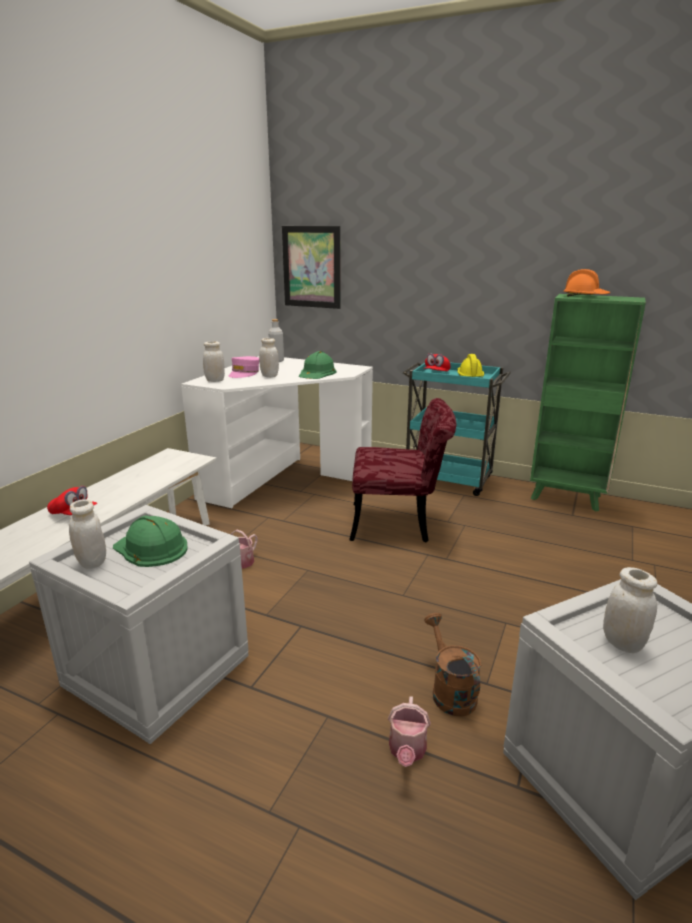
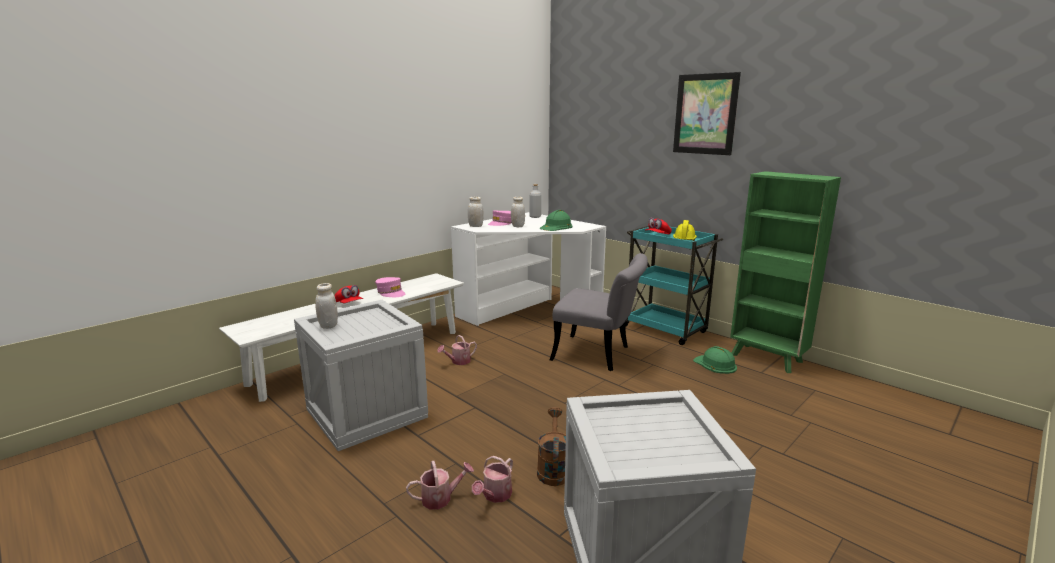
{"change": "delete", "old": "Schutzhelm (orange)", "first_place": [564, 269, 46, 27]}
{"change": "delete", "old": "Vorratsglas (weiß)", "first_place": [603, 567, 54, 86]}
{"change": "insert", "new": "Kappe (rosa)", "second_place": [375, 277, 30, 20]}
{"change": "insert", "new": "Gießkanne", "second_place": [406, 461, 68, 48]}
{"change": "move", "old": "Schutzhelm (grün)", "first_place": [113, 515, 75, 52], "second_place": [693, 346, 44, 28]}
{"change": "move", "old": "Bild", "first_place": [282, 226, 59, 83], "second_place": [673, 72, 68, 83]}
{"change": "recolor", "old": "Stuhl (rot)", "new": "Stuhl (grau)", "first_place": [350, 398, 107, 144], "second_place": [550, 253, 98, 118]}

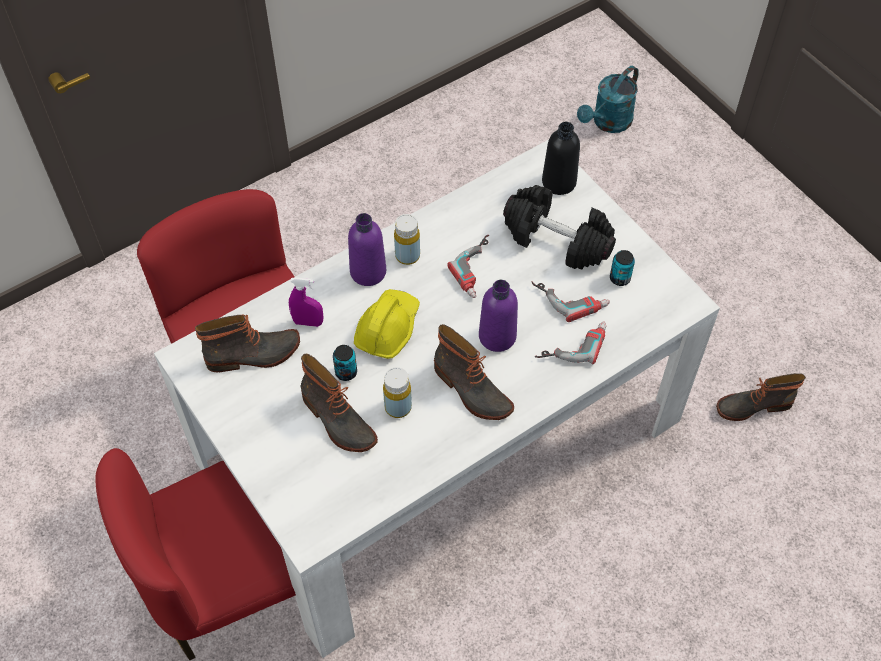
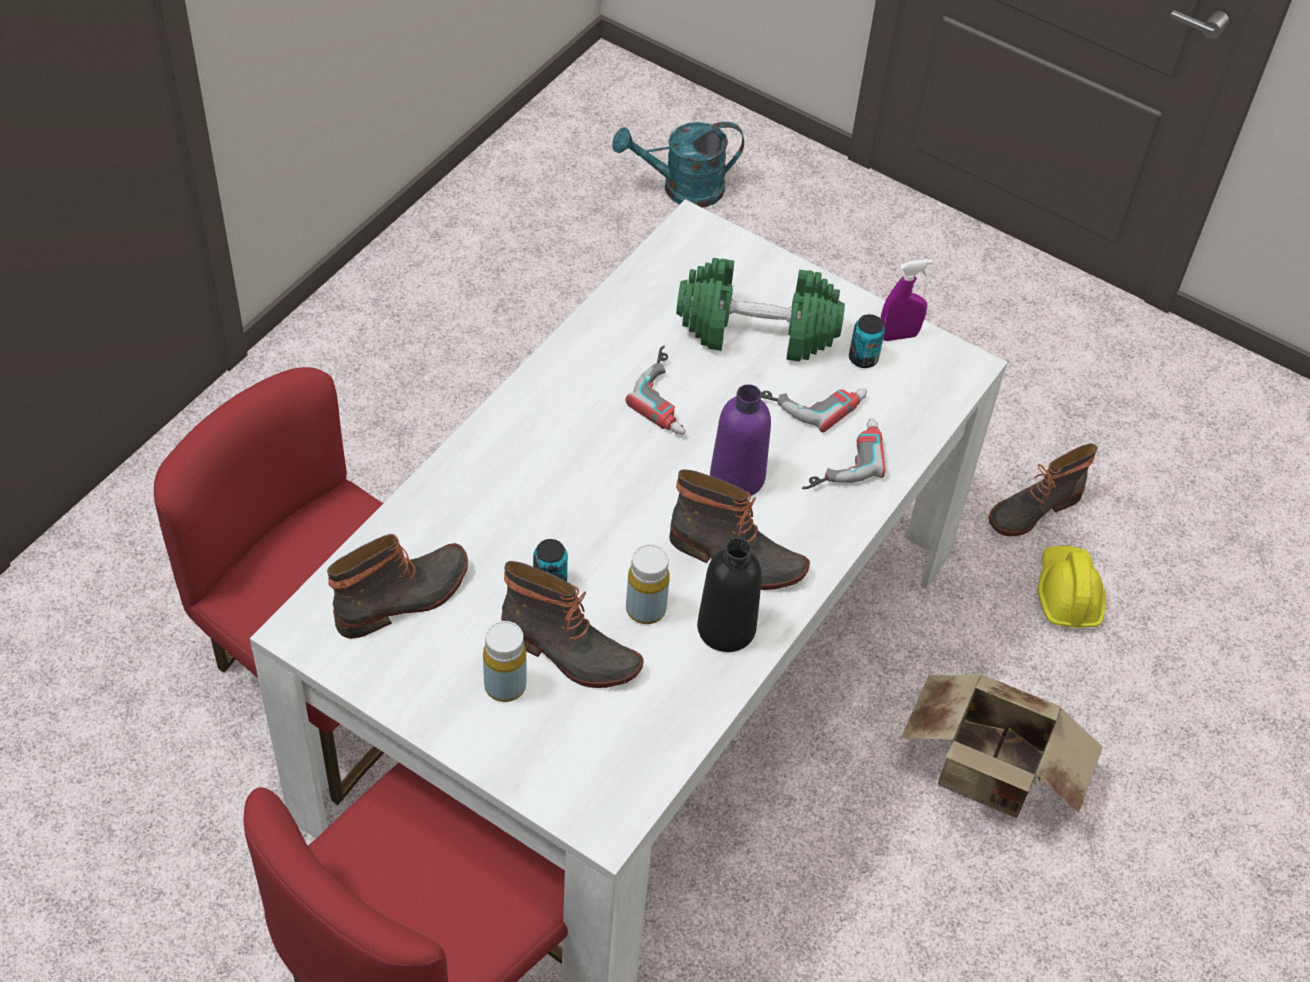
{"change": "delete", "old": "Flasche (lila)", "first_place": [348, 213, 38, 73]}
{"change": "insert", "new": "Karton", "second_place": [900, 675, 203, 143]}
{"change": "move", "old": "Sprühflasche (lila)", "first_place": [289, 277, 34, 50], "second_place": [880, 259, 53, 82]}
{"change": "move", "old": "Schutzhelm (gelb)", "first_place": [354, 289, 66, 70], "second_place": [1038, 546, 68, 82]}
{"change": "move", "old": "Flasche (gelb)", "first_place": [394, 214, 26, 51], "second_place": [483, 621, 43, 81]}
{"change": "move", "old": "Flasche (schwarz)", "first_place": [542, 122, 38, 73], "second_place": [697, 538, 65, 114]}
{"change": "recolor", "old": "Hantel (schwarz)", "new": "Hantel (grün)", "first_place": [503, 185, 113, 84], "second_place": [676, 258, 169, 104]}
{"change": "rotate", "old": "Gießkanne (türkis)", "first_place": [577, 66, 62, 67], "second_place": [612, 122, 132, 86], "degrees": 60}

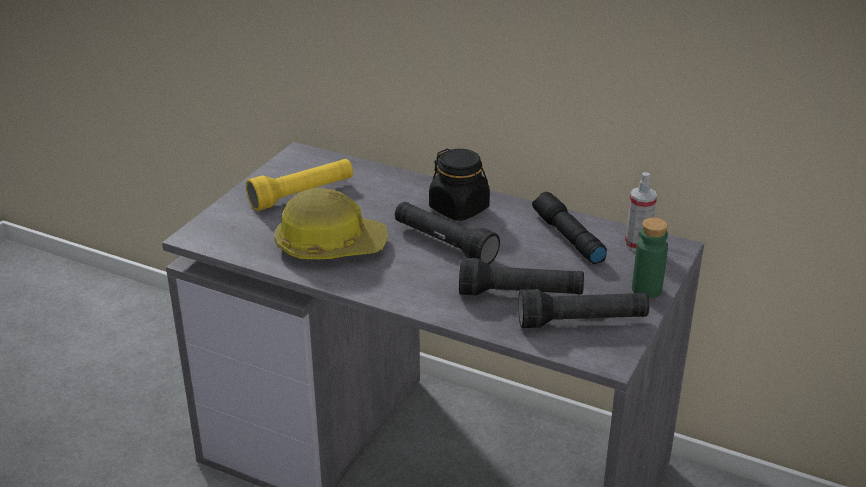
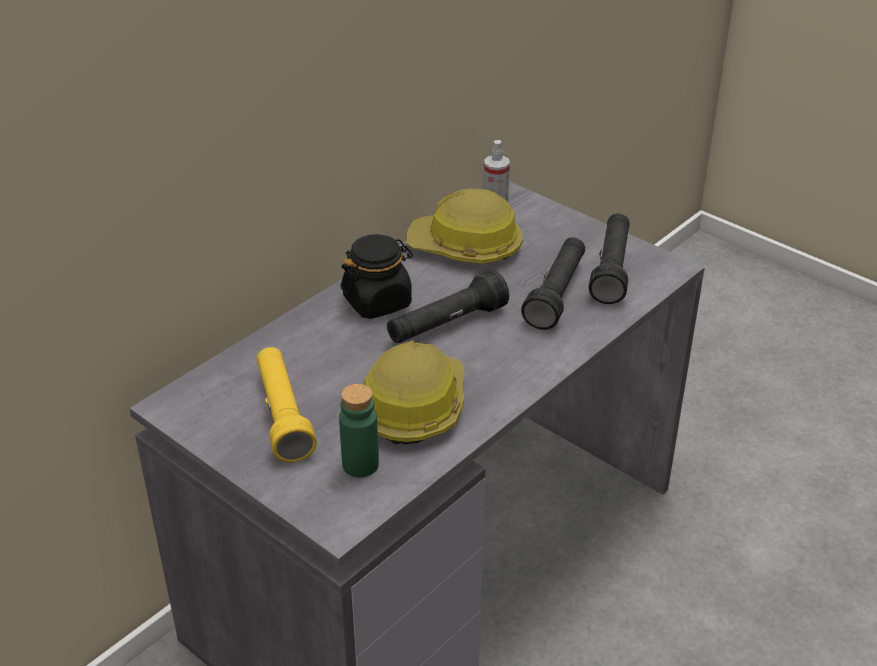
{"change": "move", "old": "Flasche (grün)", "first_place": [632, 217, 36, 81], "second_place": [339, 384, 40, 93]}
{"change": "replace", "old": "Taschenlampe (schwarz)", "new": "Schutzhelm", "first_place": [532, 192, 75, 72], "second_place": [407, 189, 116, 75]}

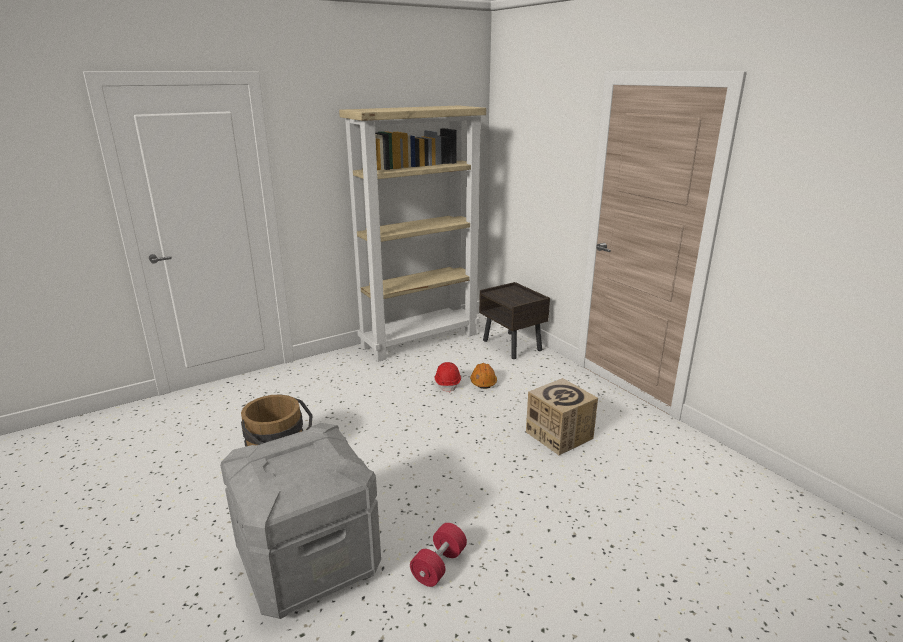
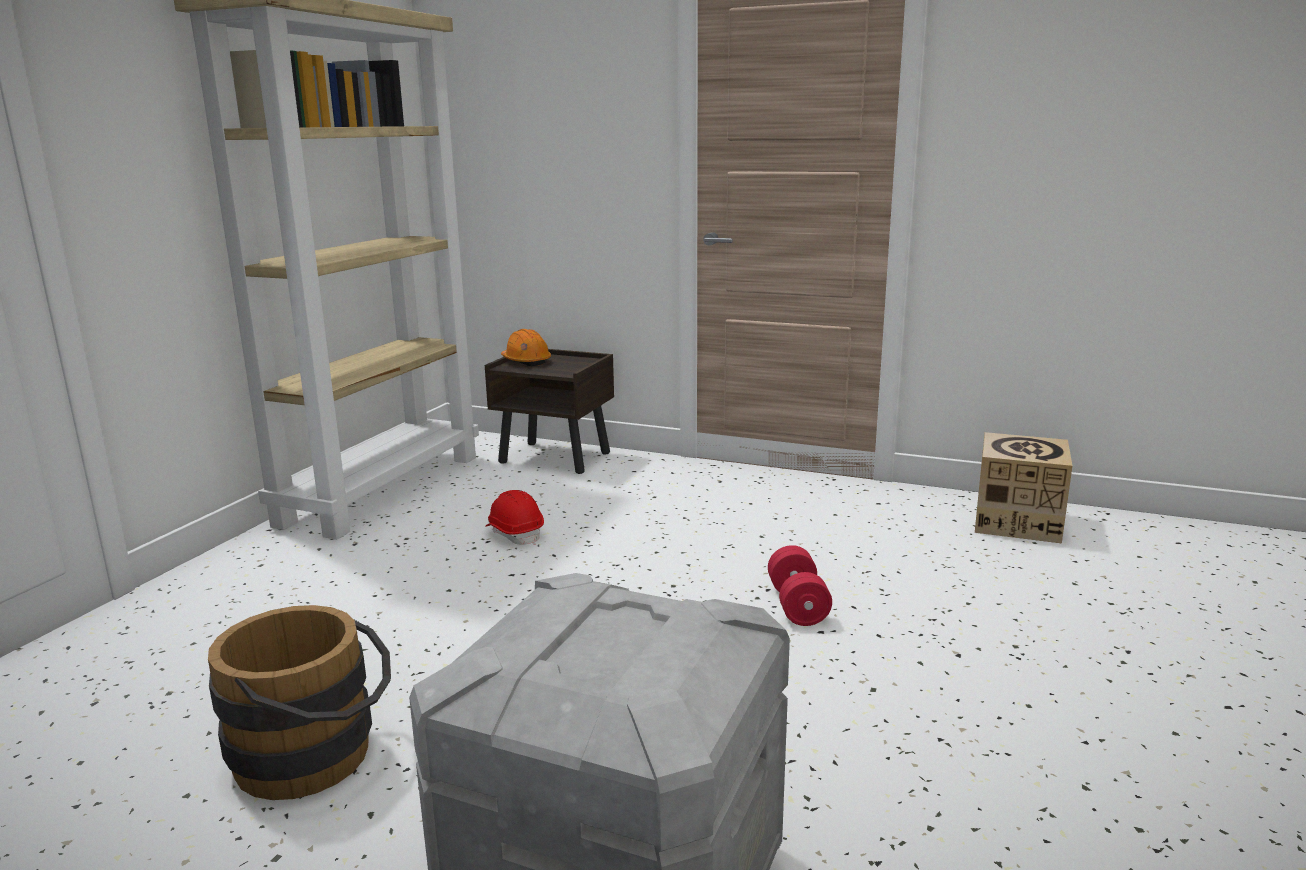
{"change": "move", "old": "Hantel (rot)", "first_place": [410, 523, 57, 64], "second_place": [768, 545, 64, 81]}
{"change": "move", "old": "Schutzhelm (orange)", "first_place": [470, 363, 27, 26], "second_place": [501, 329, 50, 37]}
{"change": "move", "old": "Karton", "first_place": [526, 378, 72, 77], "second_place": [975, 432, 97, 111]}

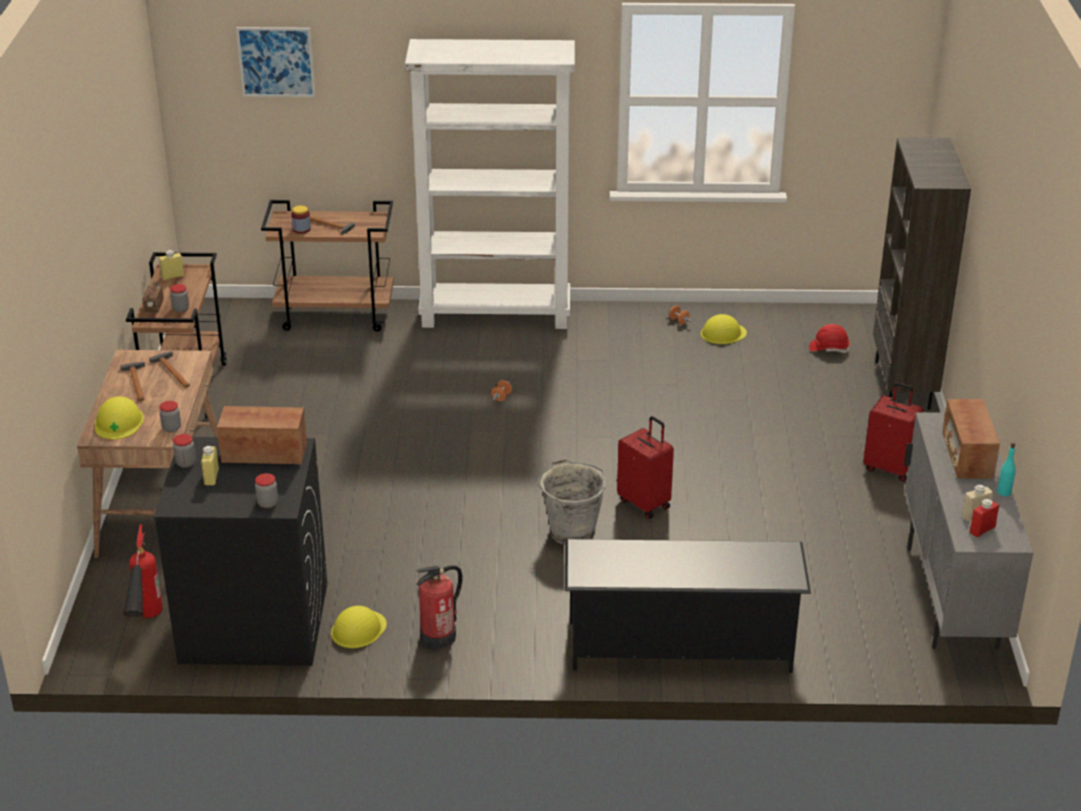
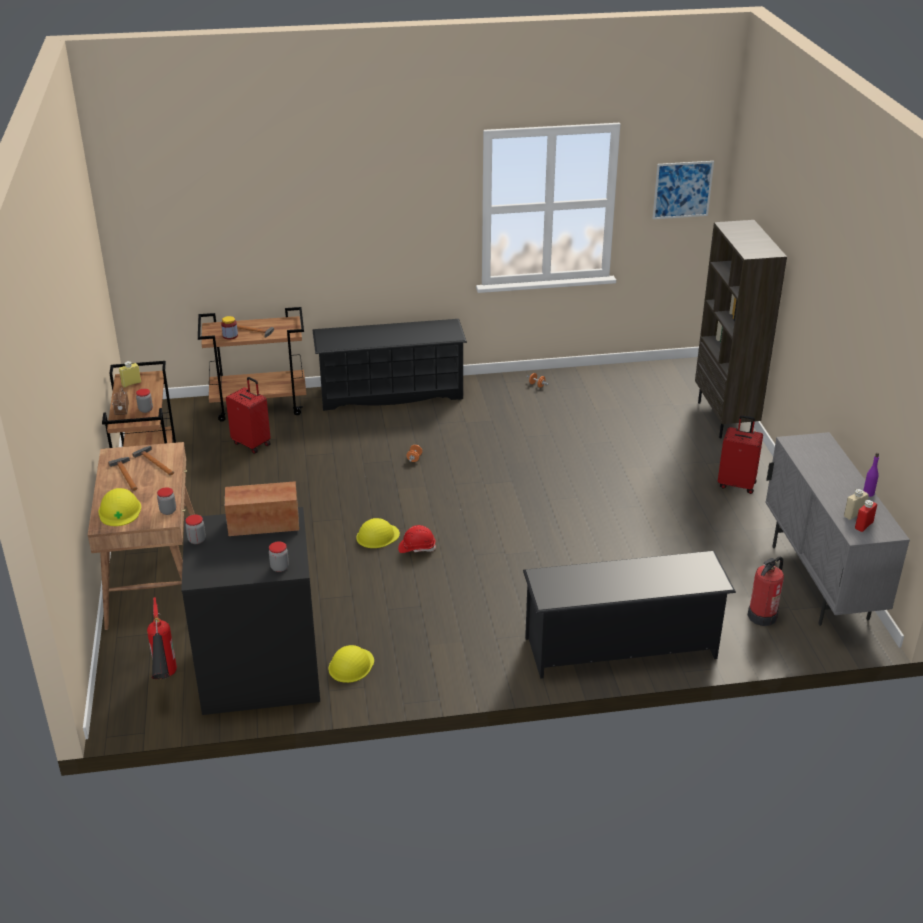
{"change": "delete", "old": "Flasche (gelb)", "first_place": [201, 446, 18, 39]}
{"change": "delete", "old": "Eimer (grau)", "first_place": [537, 459, 69, 86]}
{"change": "delete", "old": "Radio", "first_place": [942, 399, 58, 80]}
{"change": "move", "old": "Bild", "first_place": [236, 27, 79, 70], "second_place": [653, 161, 61, 58]}
{"change": "move", "old": "Feuerlöscher", "first_place": [416, 565, 46, 84], "second_place": [748, 557, 36, 69]}
{"change": "move", "old": "Koffer (rot)", "first_place": [617, 416, 57, 103], "second_place": [226, 377, 45, 77]}
{"change": "move", "old": "Schutzhelm (gelb)", "first_place": [701, 314, 46, 30], "second_place": [356, 518, 44, 30]}
{"change": "move", "old": "Schutzhelm (rot)", "first_place": [809, 324, 41, 29], "second_place": [398, 525, 38, 28]}
{"change": "replace", "old": "Bücherregal (weiß)", "new": "Schuhregal (schwarz)", "first_place": [405, 39, 170, 290], "second_place": [313, 319, 154, 92]}
{"change": "recolor", "old": "Flasche (türkis)", "new": "Flasche (lila)", "first_place": [997, 443, 19, 53], "second_place": [863, 453, 16, 44]}

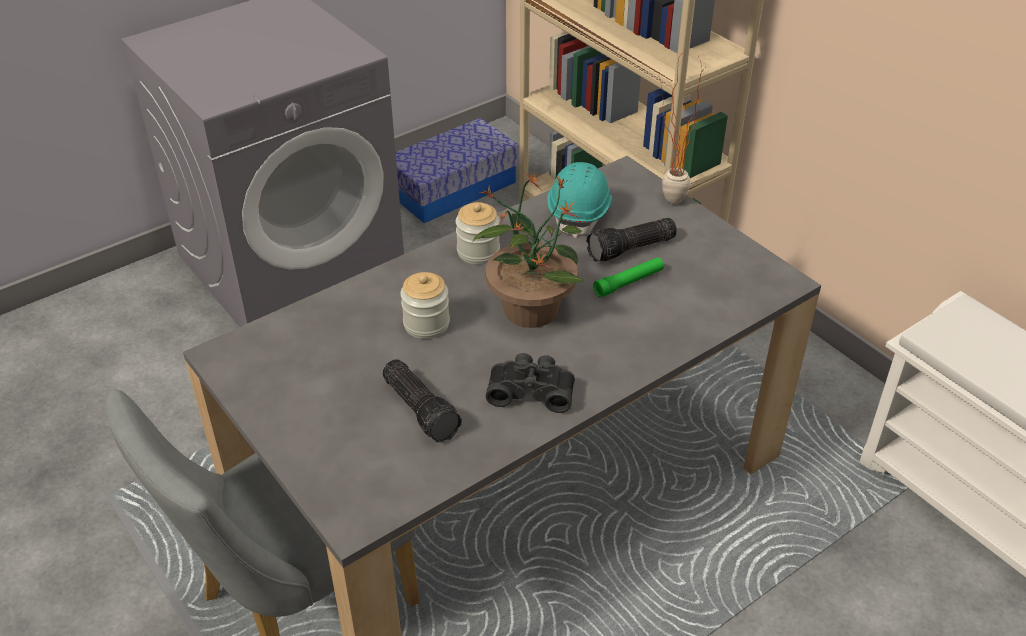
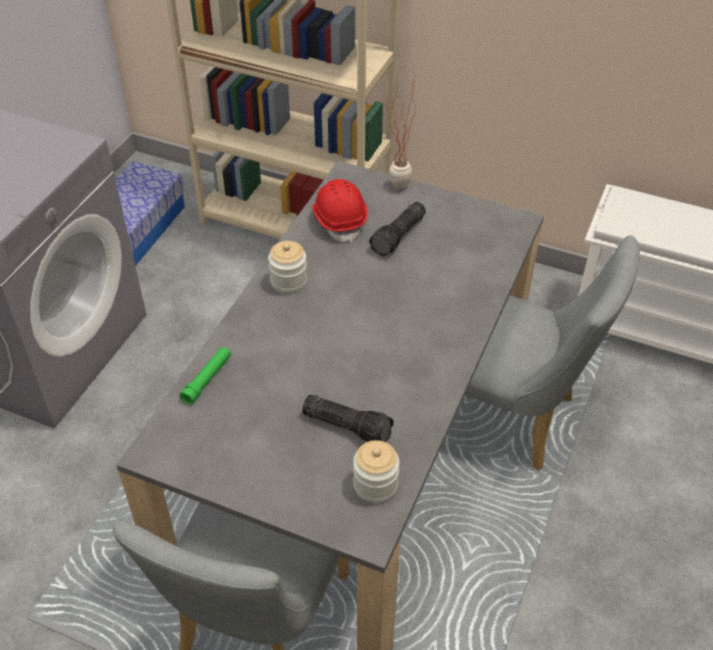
{"change": "delete", "old": "Topfpflanze", "first_place": [473, 169, 112, 159]}
{"change": "delete", "old": "Fernglas (schwarz)", "first_place": [486, 353, 89, 60]}
{"change": "insert", "new": "Stuhl (grau)", "second_place": [465, 235, 175, 236]}
{"change": "move", "old": "Vorratsglas", "first_place": [400, 272, 50, 67], "second_place": [353, 440, 47, 63]}
{"change": "move", "old": "Taschenlampe (grün)", "first_place": [593, 257, 71, 40], "second_place": [180, 347, 51, 57]}
{"change": "recolor", "old": "Schutzhelm (türkis)", "new": "Schutzhelm (rot)", "first_place": [547, 162, 65, 76], "second_place": [312, 179, 56, 64]}

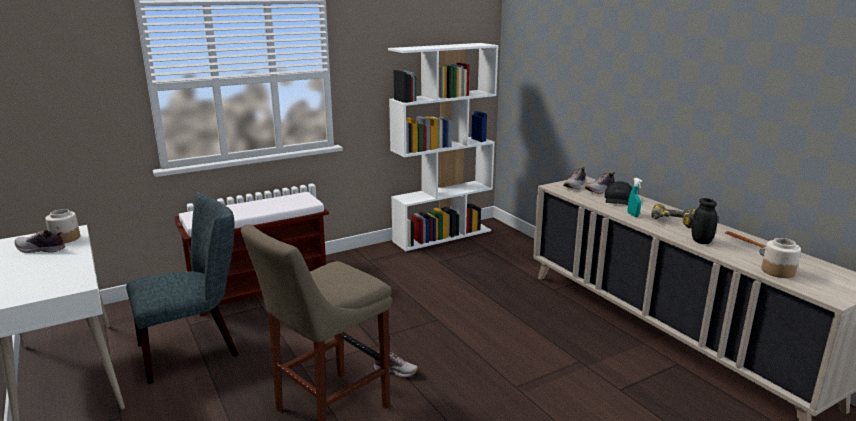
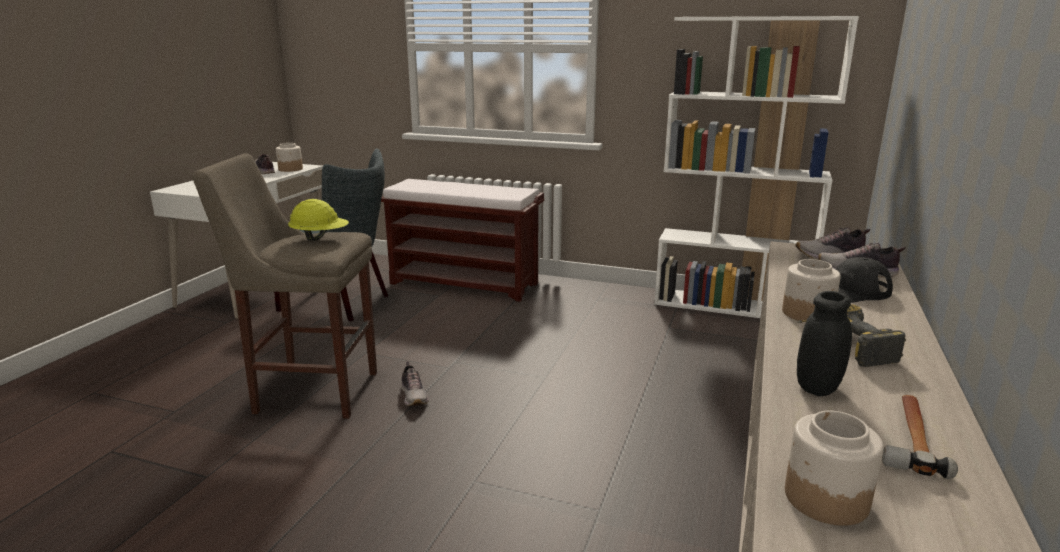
{"change": "insert", "new": "Schutzhelm (gelb)", "second_place": [288, 199, 61, 42]}
{"change": "replace", "old": "Sprühflasche (türkis)", "new": "Vorratsglas", "first_place": [628, 178, 14, 39], "second_place": [782, 259, 59, 62]}

